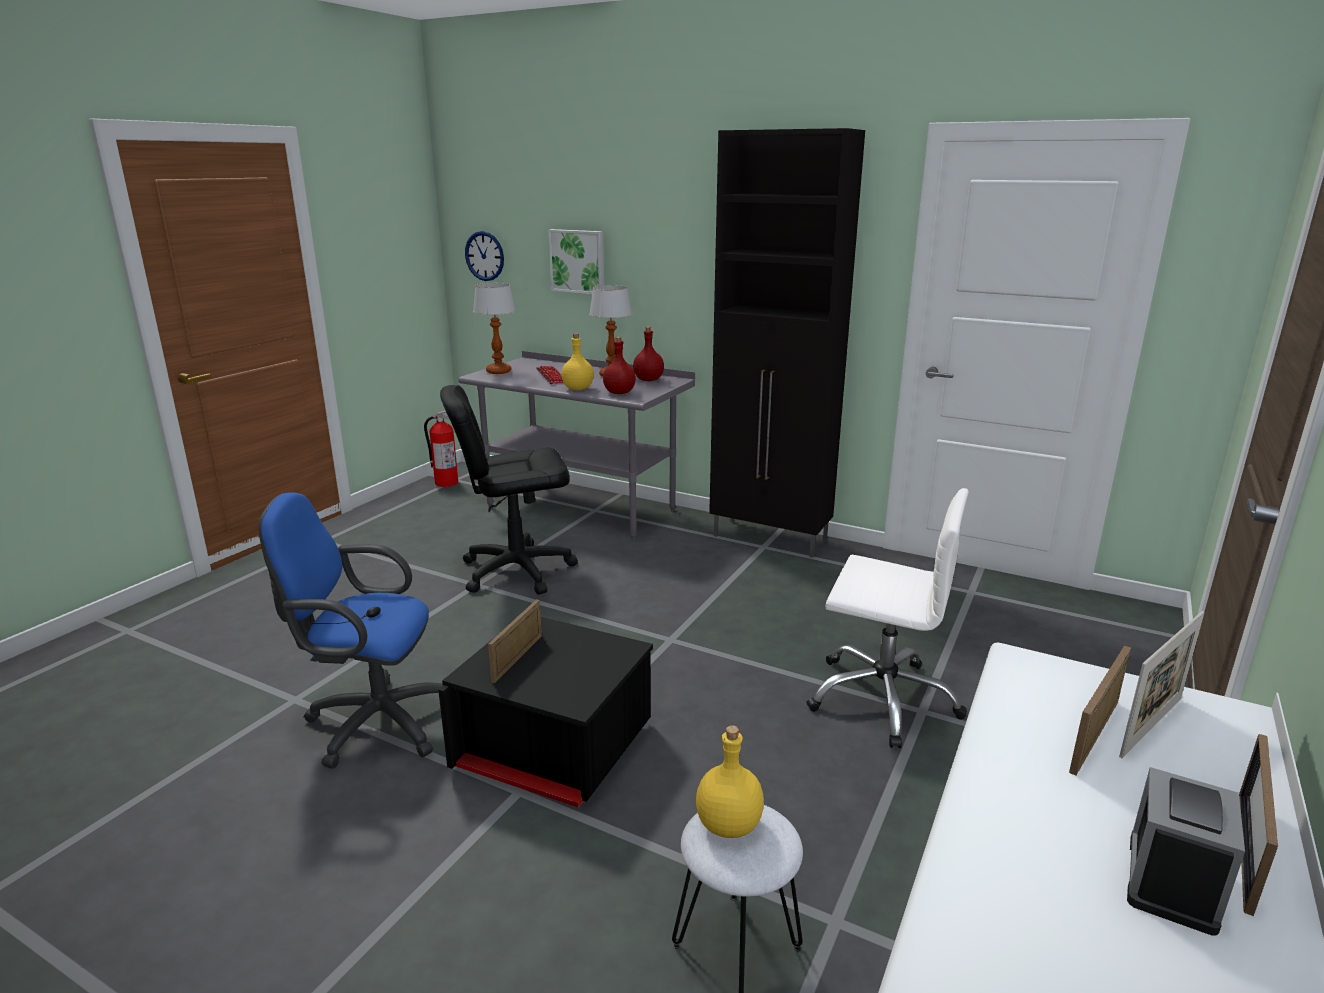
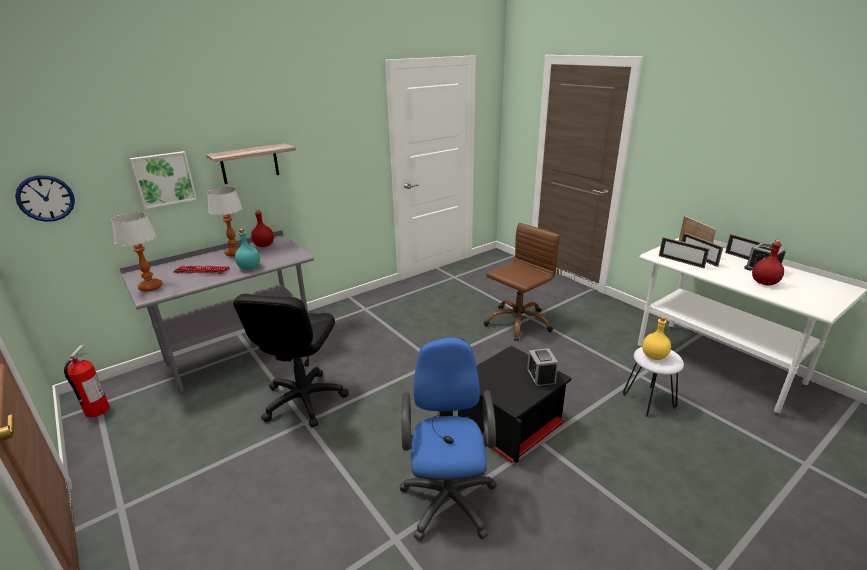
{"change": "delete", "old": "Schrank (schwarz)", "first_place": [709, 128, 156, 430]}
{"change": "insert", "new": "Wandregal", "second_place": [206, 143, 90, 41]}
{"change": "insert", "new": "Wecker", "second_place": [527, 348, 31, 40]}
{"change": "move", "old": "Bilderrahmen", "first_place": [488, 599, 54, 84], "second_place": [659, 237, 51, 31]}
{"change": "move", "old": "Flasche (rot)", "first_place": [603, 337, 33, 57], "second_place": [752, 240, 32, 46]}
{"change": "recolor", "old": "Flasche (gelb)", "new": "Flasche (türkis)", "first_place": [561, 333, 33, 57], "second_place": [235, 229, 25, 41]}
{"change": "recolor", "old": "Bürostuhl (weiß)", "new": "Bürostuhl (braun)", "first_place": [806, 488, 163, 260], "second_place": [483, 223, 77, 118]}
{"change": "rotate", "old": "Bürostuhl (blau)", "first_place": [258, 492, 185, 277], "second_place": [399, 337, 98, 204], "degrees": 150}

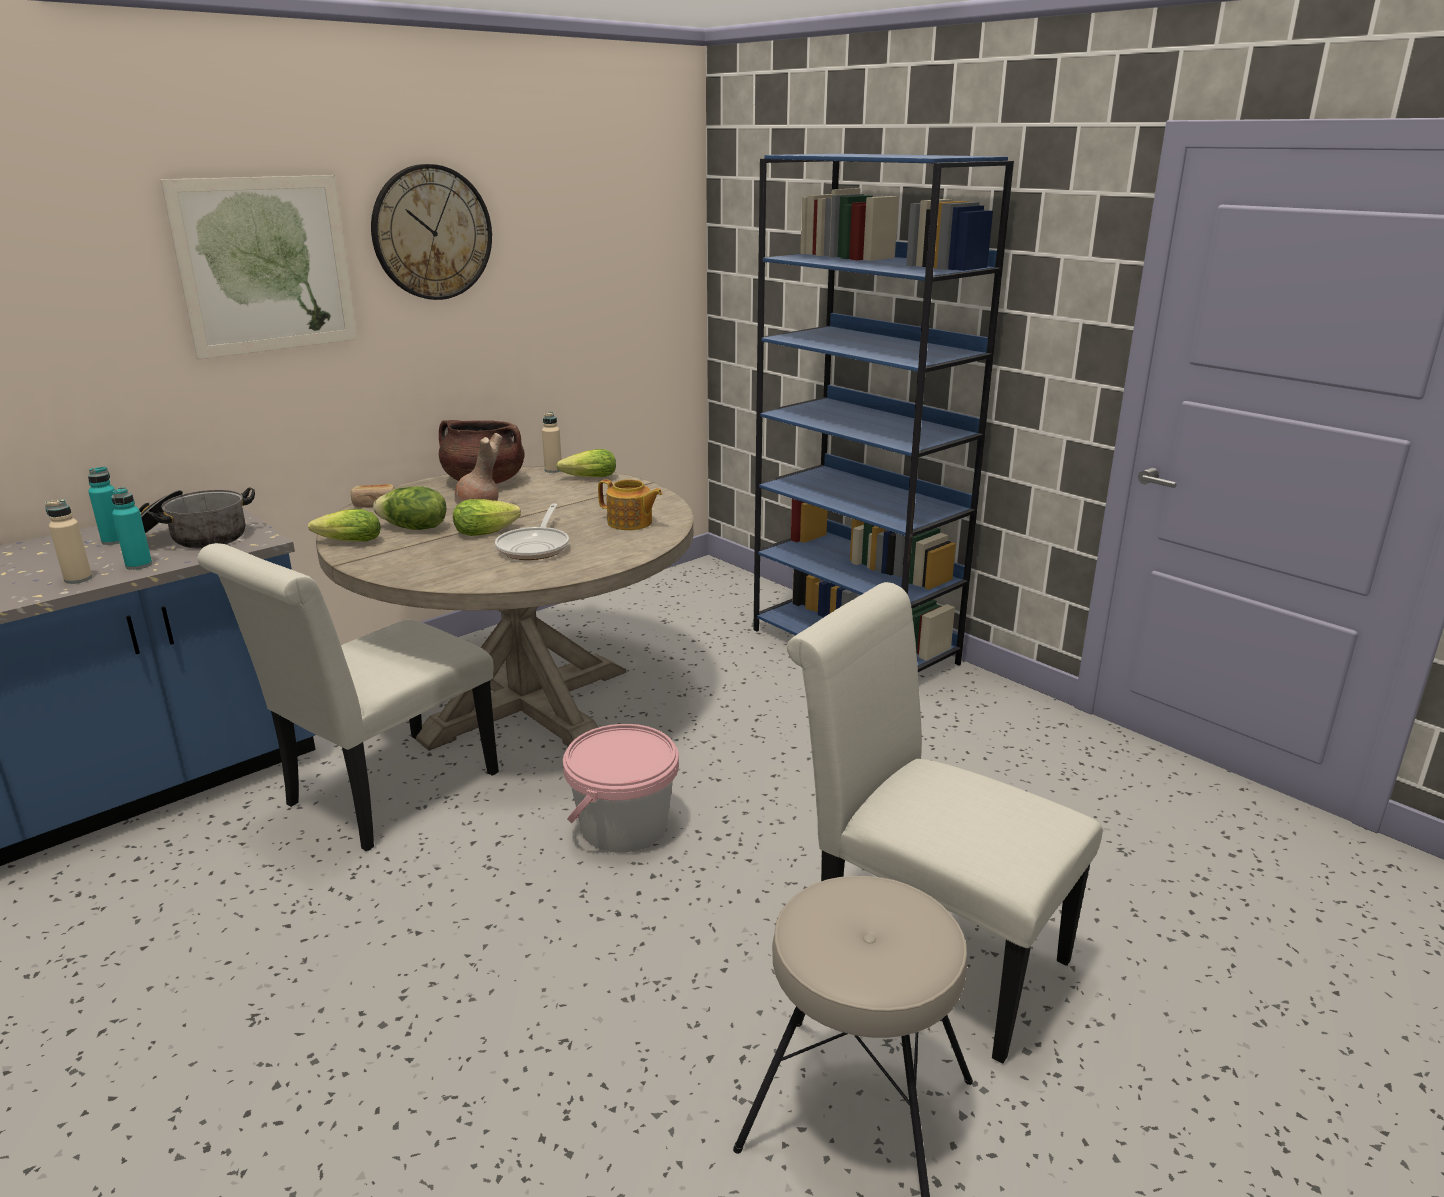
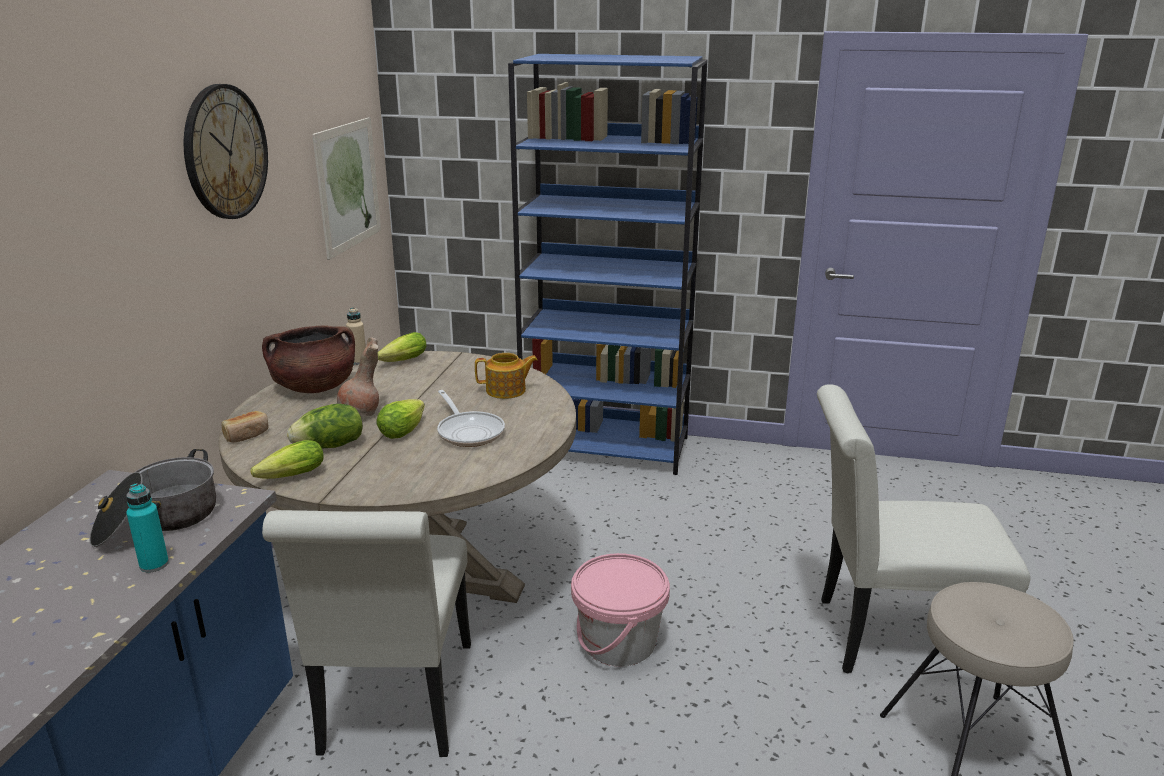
{"change": "delete", "old": "Flasche (beige)", "first_place": [45, 499, 47, 85]}
{"change": "delete", "old": "Flasche (türkis)", "first_place": [88, 466, 31, 79]}
{"change": "move", "old": "Bild", "first_place": [160, 175, 198, 185], "second_place": [313, 117, 68, 143]}

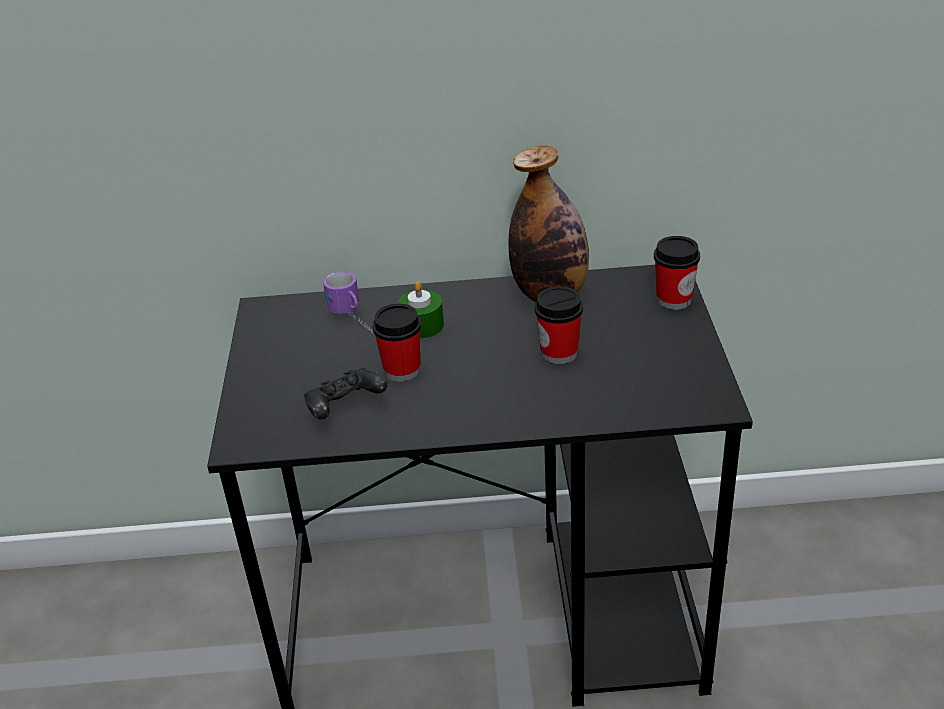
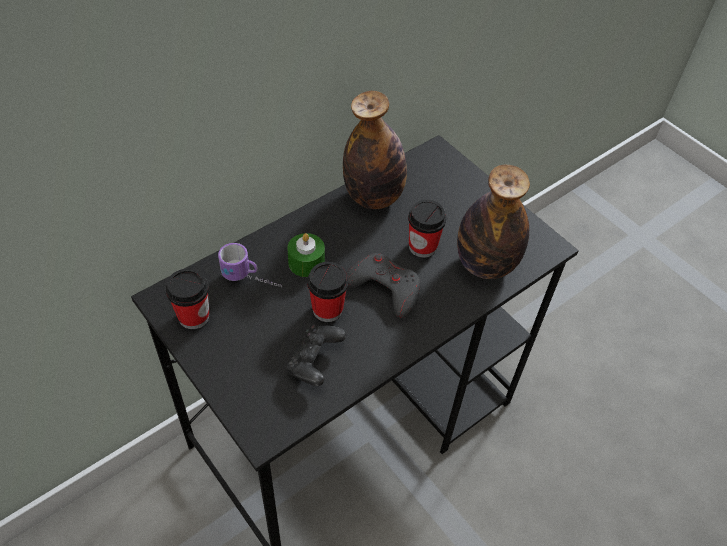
{"change": "insert", "new": "Gamepad (grau)", "second_place": [346, 253, 75, 65]}
{"change": "insert", "new": "Flasche", "second_place": [457, 165, 73, 114]}
{"change": "move", "old": "Tasse", "first_place": [654, 236, 46, 74], "second_place": [166, 268, 43, 61]}

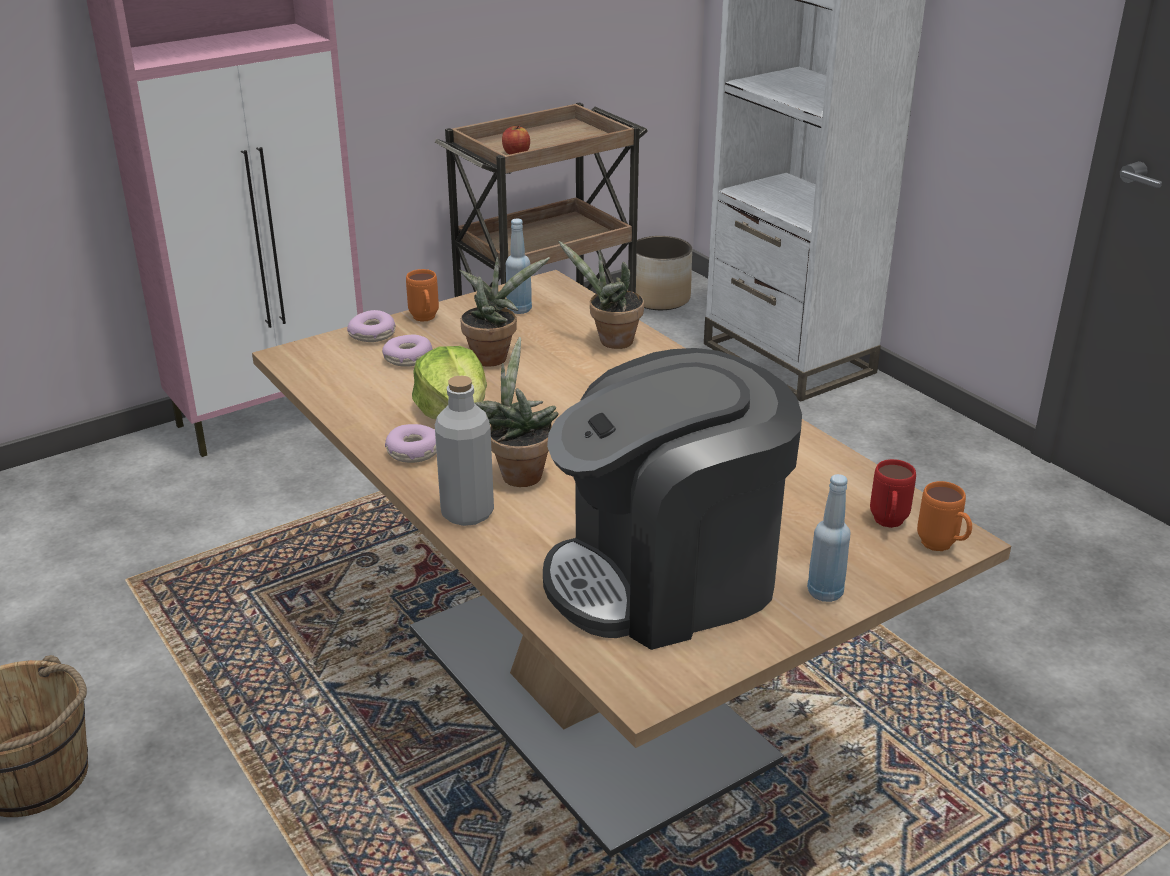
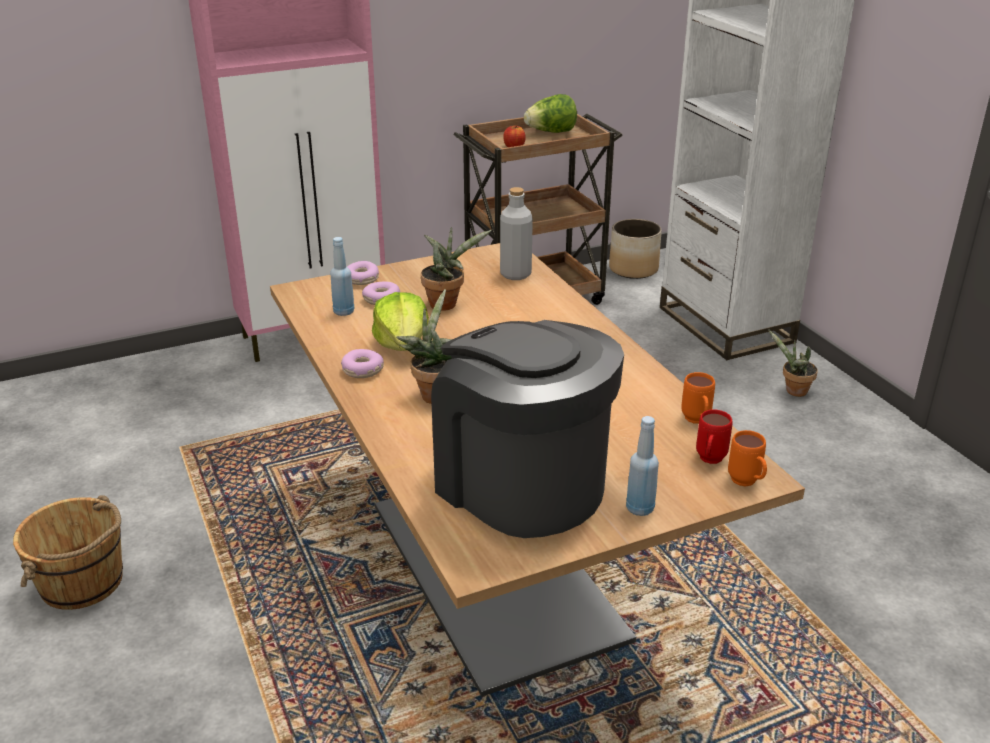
{"change": "insert", "new": "Salatkopf", "second_place": [524, 94, 53, 39]}
{"change": "move", "old": "Henkelbecher (orange)", "first_place": [406, 269, 33, 53], "second_place": [681, 372, 34, 52]}
{"change": "move", "old": "Flasche (grau)", "first_place": [435, 376, 59, 150], "second_place": [500, 187, 33, 93]}
{"change": "move", "old": "Flasche (blau)", "first_place": [506, 219, 26, 95], "second_place": [330, 237, 24, 79]}
{"change": "move", "old": "Topfpflanze", "first_place": [558, 240, 86, 109], "second_place": [768, 329, 50, 68]}
{"change": "rotate", "old": "Kaffeemaschine", "first_place": [543, 348, 259, 302], "second_place": [431, 320, 193, 218], "degrees": 60}

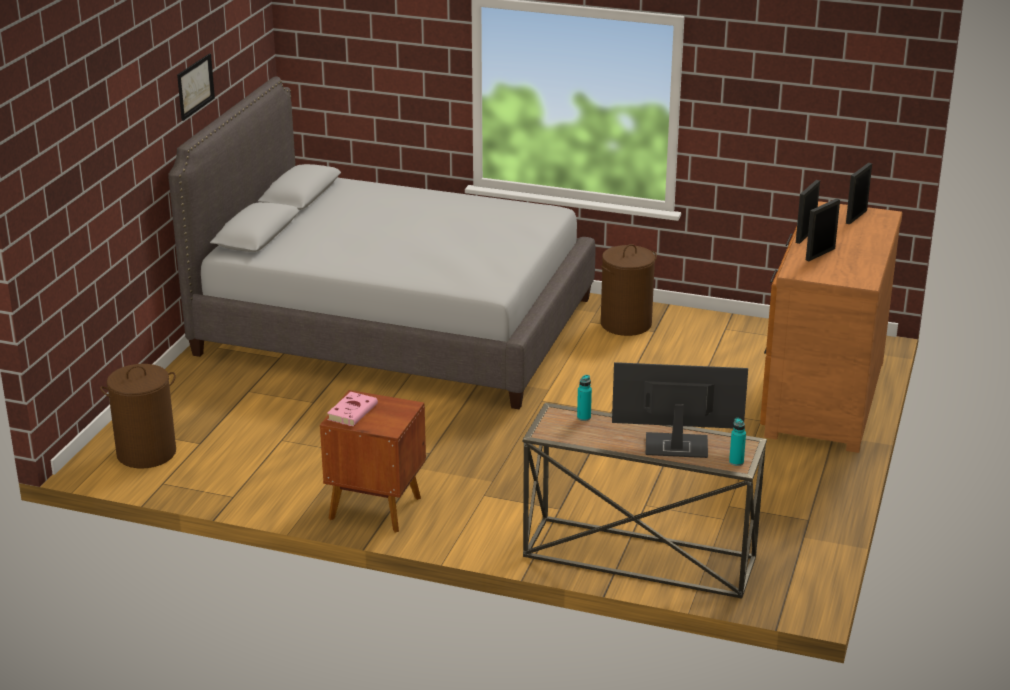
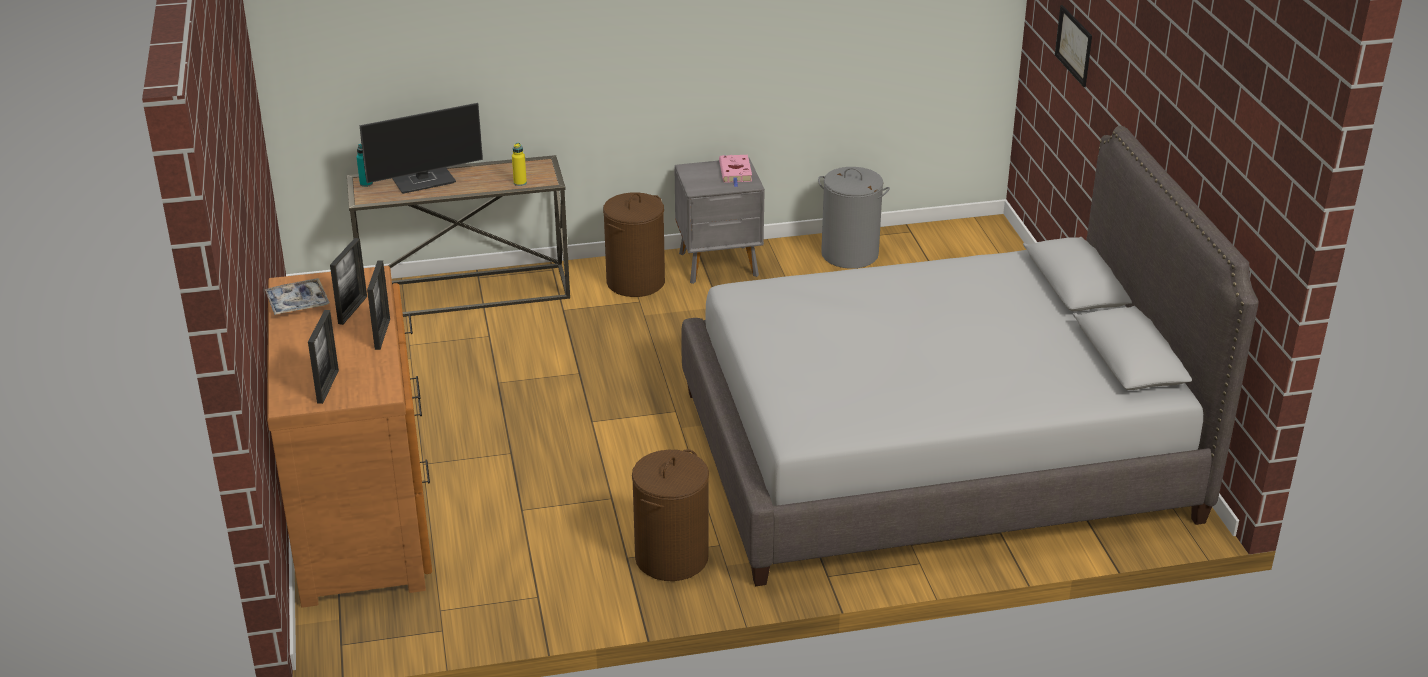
{"change": "insert", "new": "Tablett", "second_place": [265, 278, 65, 37]}
{"change": "insert", "new": "Wäschekorb (grau)", "second_place": [818, 167, 72, 102]}
{"change": "move", "old": "Wäschekorb (braun)", "first_place": [100, 364, 76, 104], "second_place": [603, 192, 62, 105]}
{"change": "move", "old": "Bild", "first_place": [177, 53, 38, 68], "second_place": [1055, 5, 37, 82]}
{"change": "recolor", "old": "Nachttisch (braun)", "new": "Nachttisch (grau)", "first_place": [320, 390, 106, 143], "second_place": [675, 158, 90, 126]}
{"change": "recolor", "old": "Flasche (türkis)", "new": "Flasche (gelb)", "first_place": [577, 375, 15, 46], "second_place": [512, 143, 15, 43]}

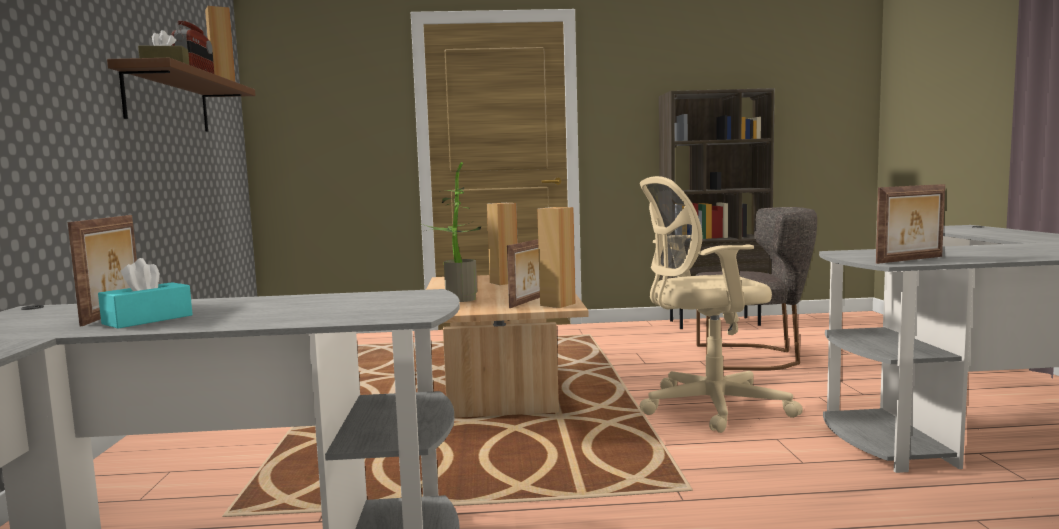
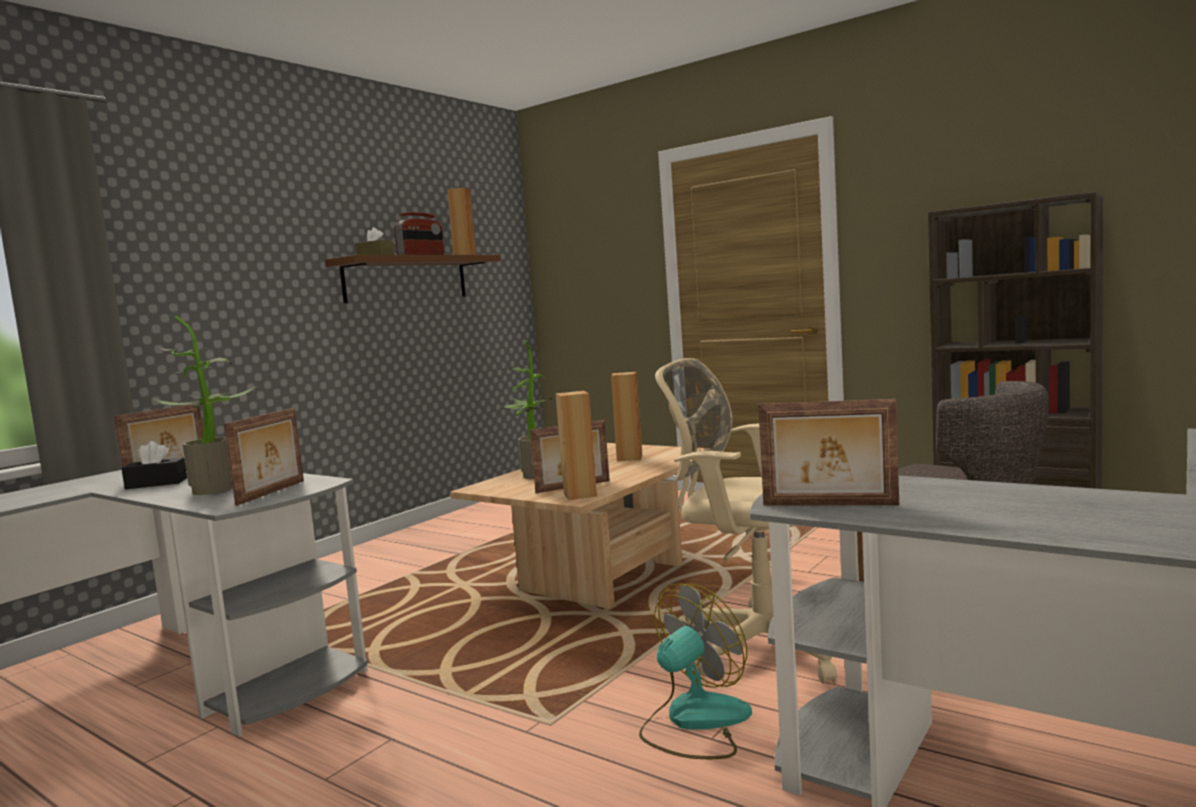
{"change": "insert", "new": "Topfpflanze", "second_place": [152, 315, 105, 180]}
{"change": "insert", "new": "Bilderrahmen", "second_place": [224, 408, 80, 98]}
{"change": "insert", "new": "Ventilator", "second_place": [639, 583, 113, 176]}
{"change": "recolor", "old": "Taschentuchbox (türkis)", "new": "Taschentuchbox (schwarz)", "first_place": [98, 258, 95, 71], "second_place": [121, 441, 66, 49]}

